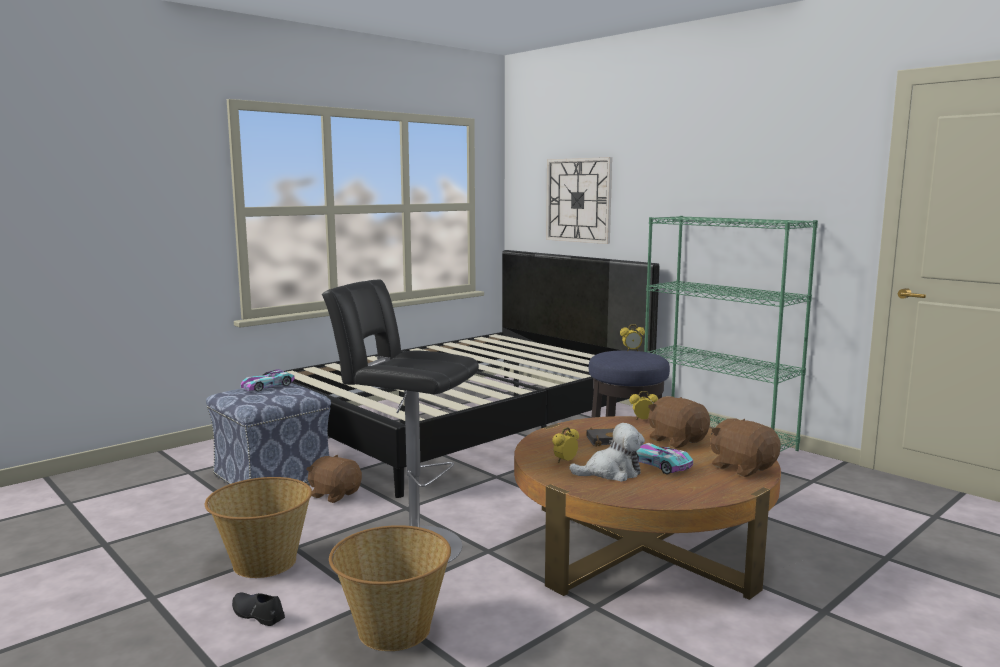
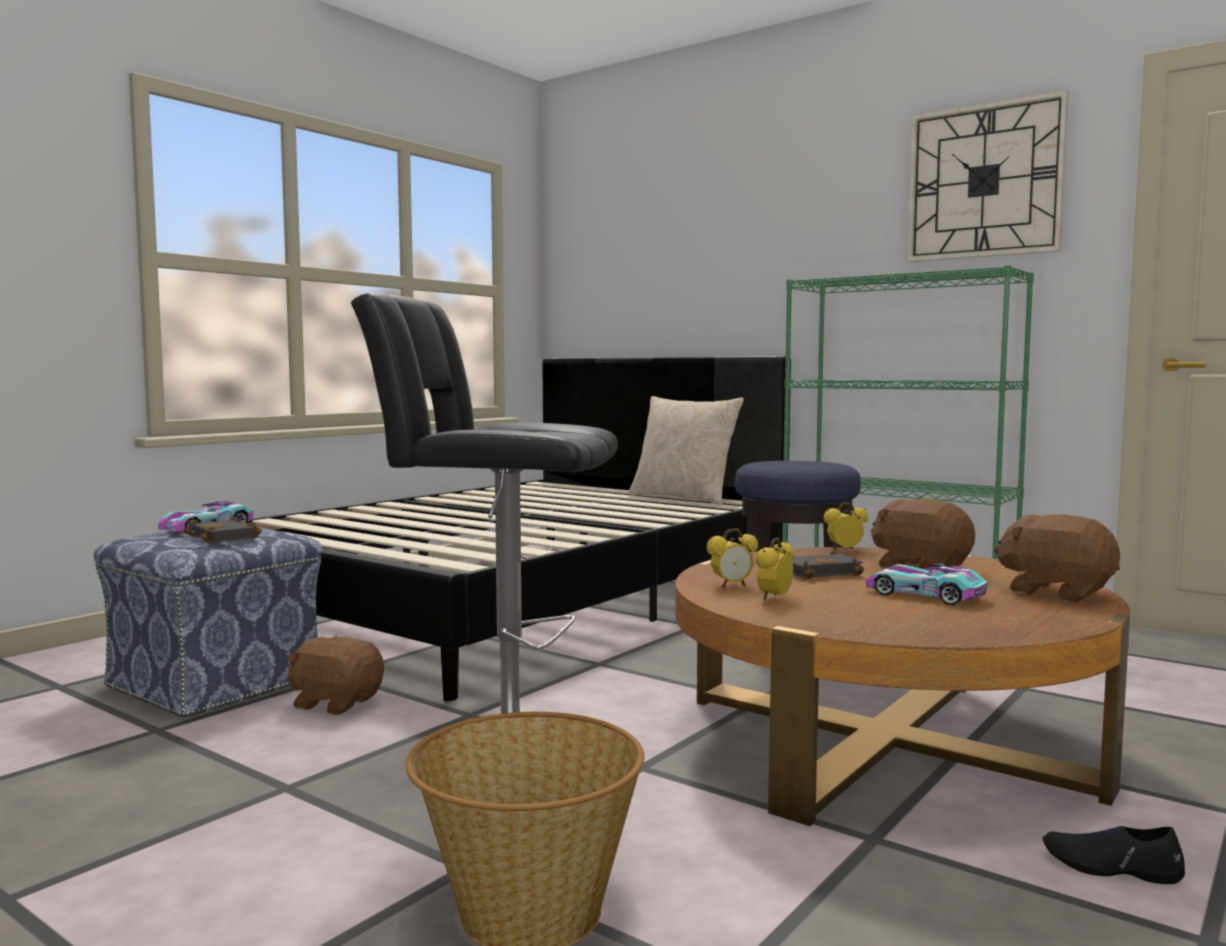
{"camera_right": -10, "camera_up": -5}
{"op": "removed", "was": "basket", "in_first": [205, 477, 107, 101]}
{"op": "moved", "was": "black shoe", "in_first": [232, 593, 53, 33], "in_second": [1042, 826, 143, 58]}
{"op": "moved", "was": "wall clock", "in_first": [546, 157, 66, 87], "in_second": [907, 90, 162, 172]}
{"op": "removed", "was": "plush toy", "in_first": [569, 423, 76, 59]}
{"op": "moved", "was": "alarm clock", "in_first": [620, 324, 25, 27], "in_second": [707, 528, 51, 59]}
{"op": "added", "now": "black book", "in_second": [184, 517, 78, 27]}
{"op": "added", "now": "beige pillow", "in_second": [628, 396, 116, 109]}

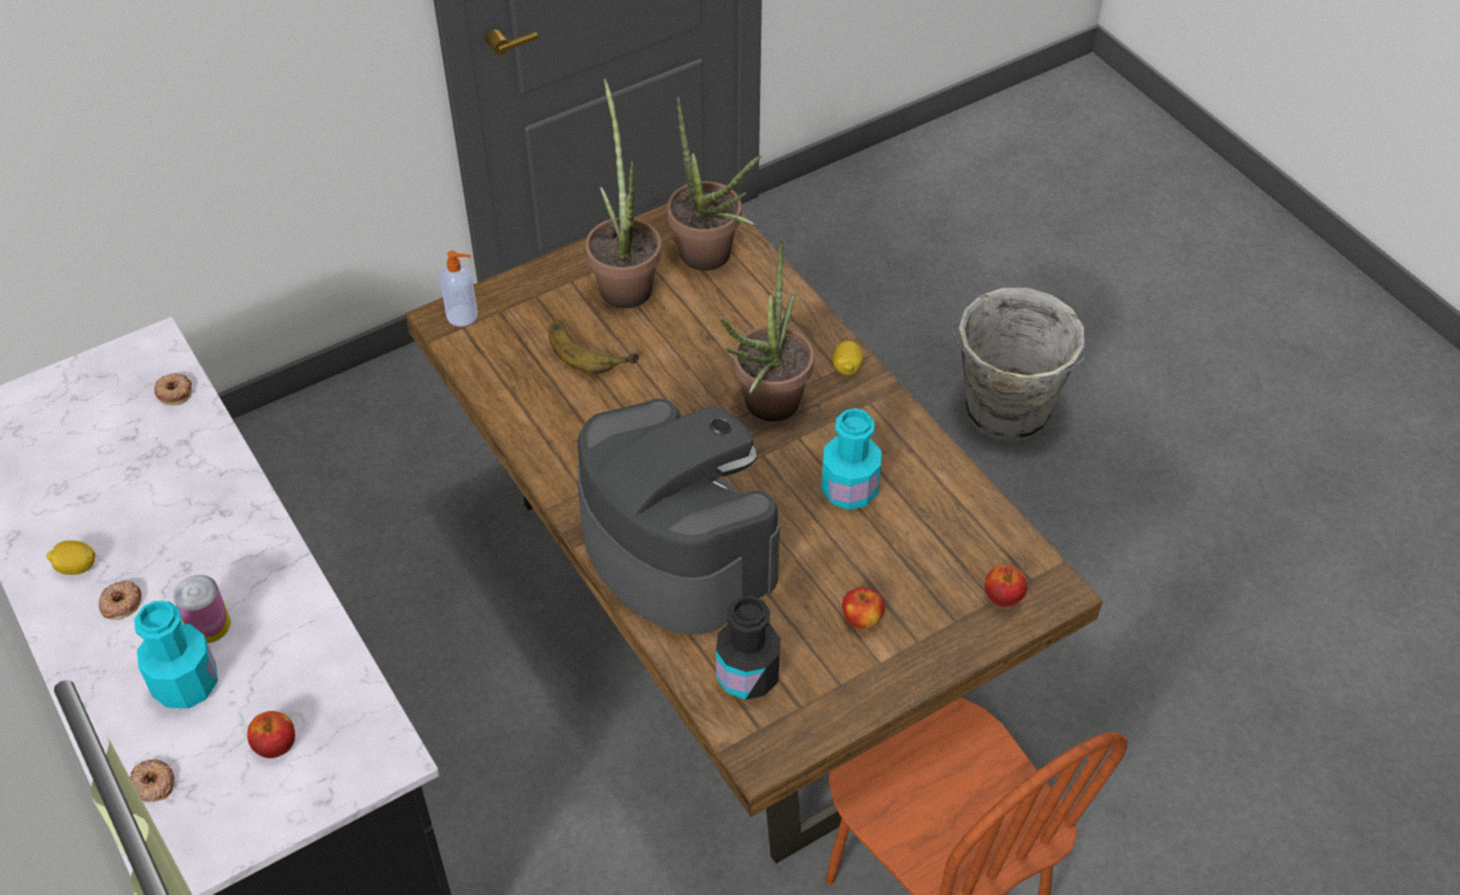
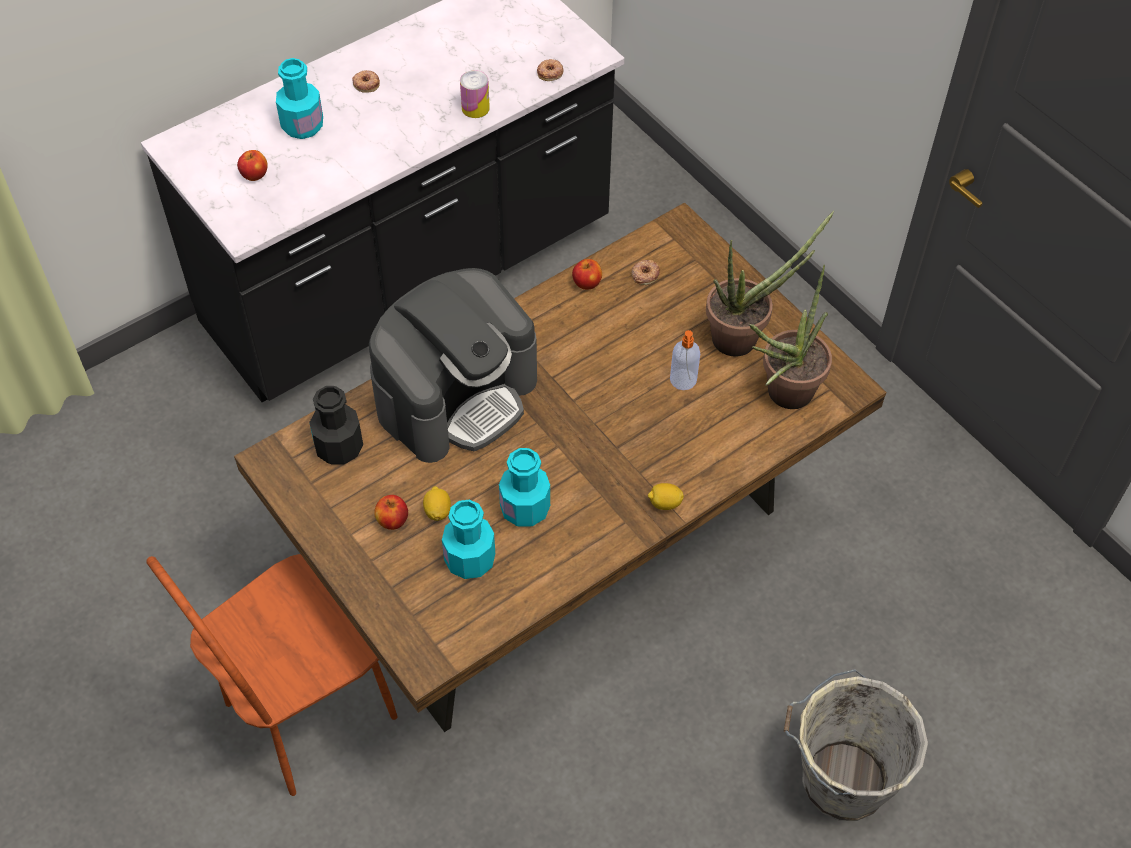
{"camera_right": 85, "camera_up": 5}
{"op": "moved", "was": "lemon", "in_first": [46, 541, 49, 34], "in_second": [423, 486, 28, 35]}
{"op": "moved", "was": "donut", "in_first": [130, 759, 45, 43], "in_second": [632, 260, 28, 25]}
{"op": "moved", "was": "can", "in_first": [173, 575, 58, 68], "in_second": [460, 70, 30, 48]}
{"op": "moved", "was": "soap dispenser", "in_first": [440, 251, 38, 76], "in_second": [670, 330, 30, 60]}
{"op": "removed", "was": "banana", "in_first": [549, 319, 90, 55]}
{"op": "removed", "was": "potted plant", "in_first": [720, 235, 94, 186]}
{"op": "moved", "was": "apple", "in_first": [985, 565, 42, 42], "in_second": [572, 259, 30, 31]}
{"op": "added", "now": "turquoise bottle", "in_second": [442, 500, 53, 79]}

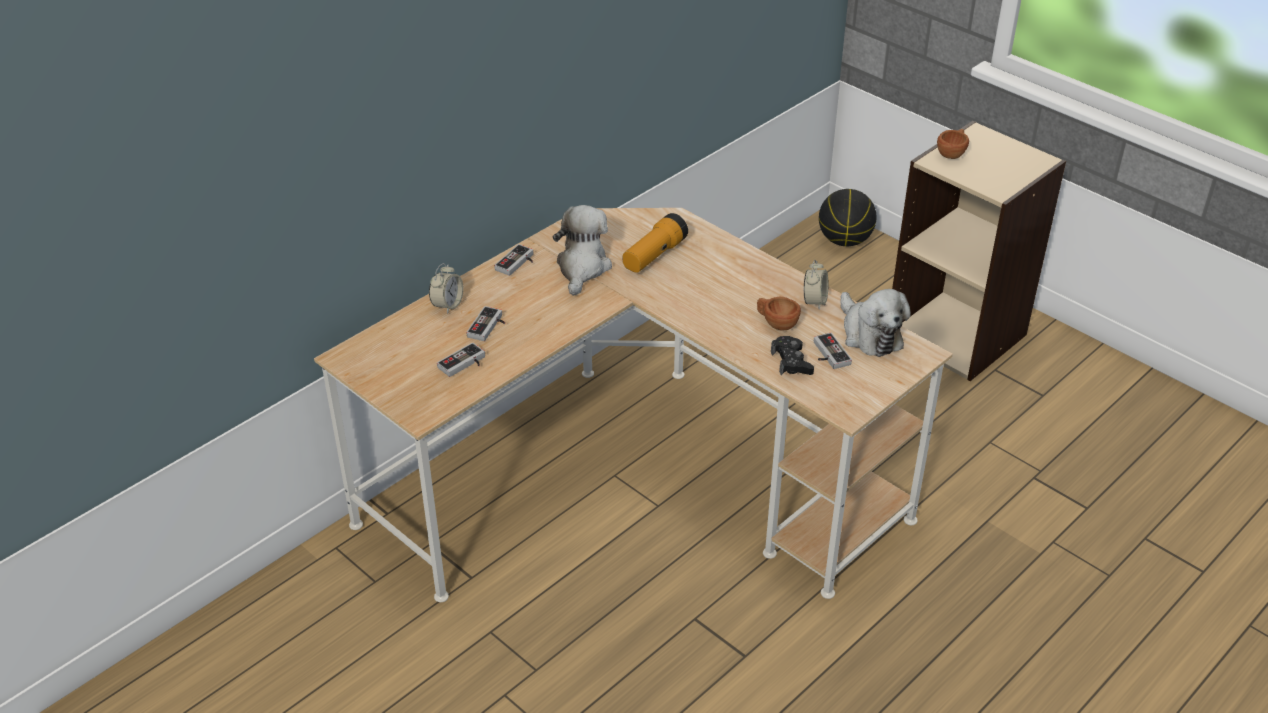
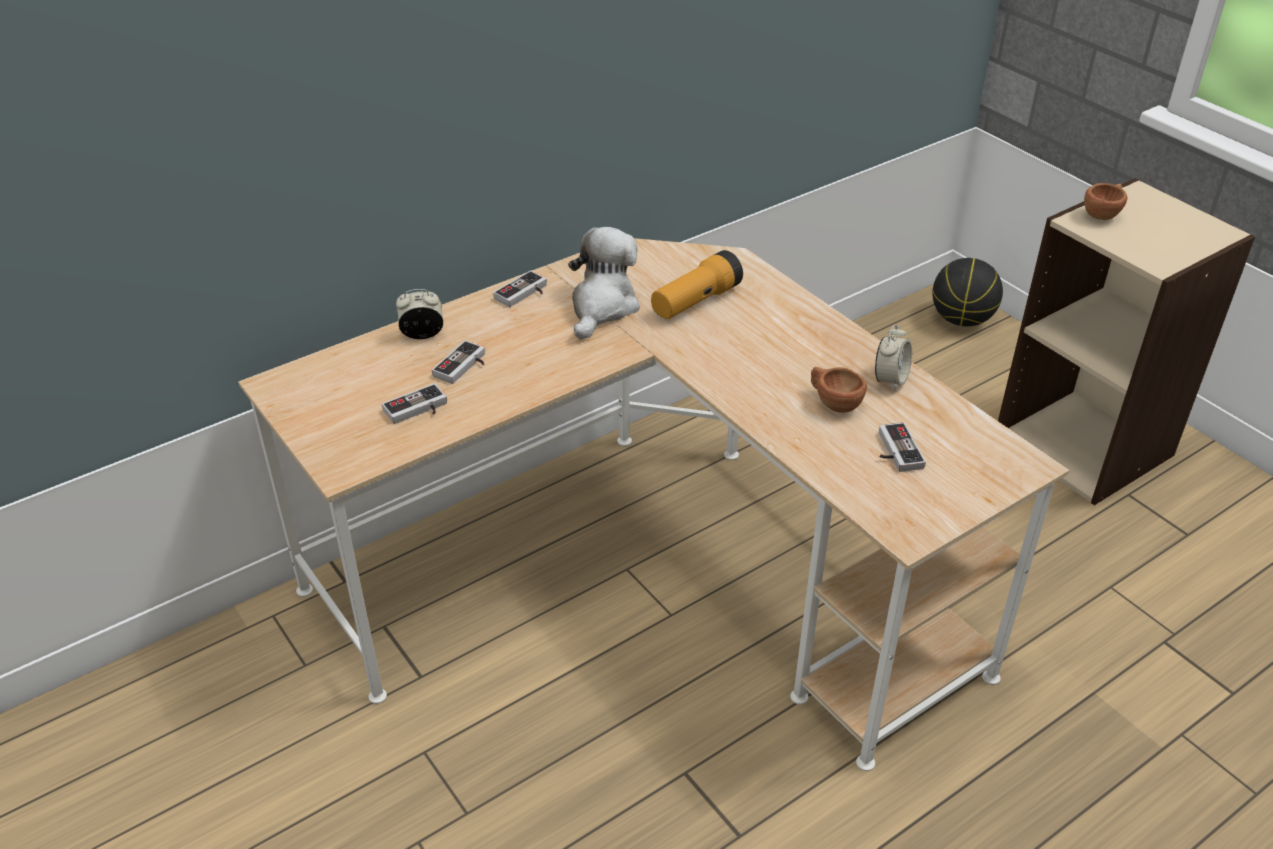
{"camera_right": 10, "camera_up": 0}
{"op": "turned", "was": "alarm clock", "in_first": [429, 263, 35, 51], "in_second": [396, 289, 47, 50], "clockwise": -135}
{"op": "removed", "was": "black game controller", "in_first": [771, 336, 43, 39]}
{"op": "removed", "was": "plush toy", "in_first": [840, 289, 71, 68]}

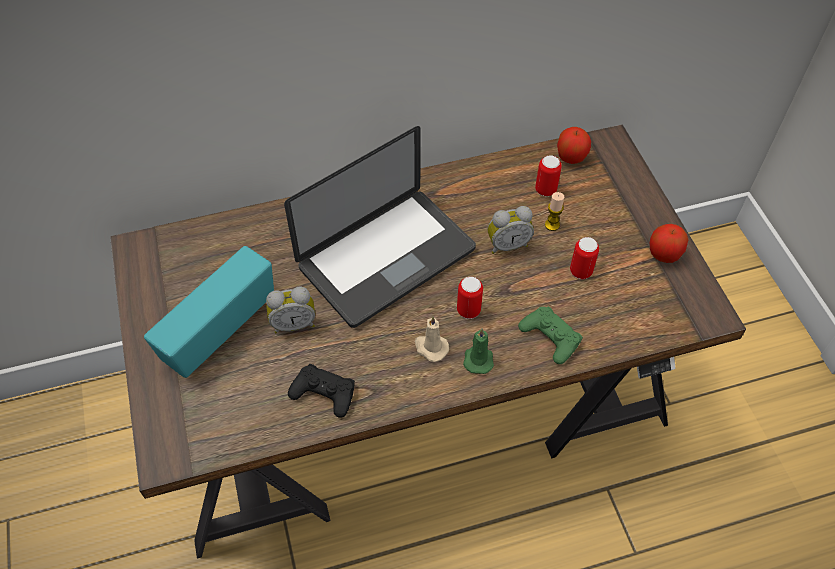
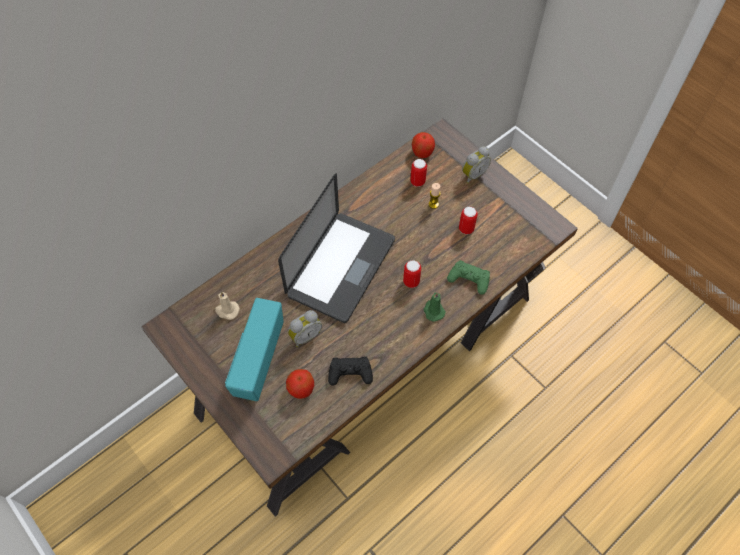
{"camera_right": -25, "camera_up": 5}
{"op": "moved", "was": "beige candle", "in_first": [415, 316, 34, 46], "in_second": [215, 291, 25, 29]}
{"op": "moved", "was": "alarm clock", "in_first": [488, 206, 46, 48], "in_second": [462, 146, 29, 38]}
{"op": "moved", "was": "apple", "in_first": [650, 224, 38, 39], "in_second": [286, 369, 28, 30]}

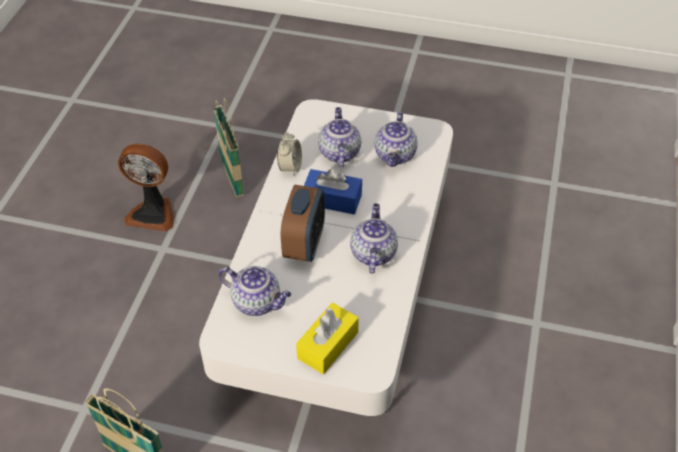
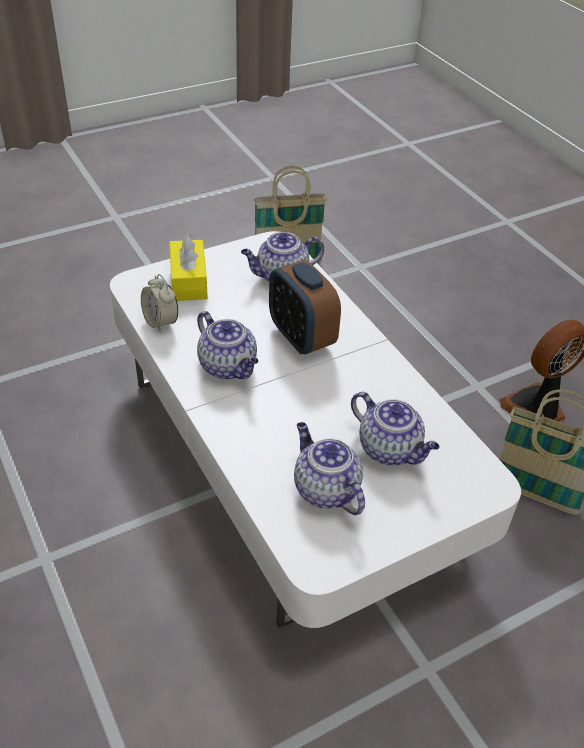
{"camera_right": 135, "camera_up": -5}
{"op": "moved", "was": "alarm clock", "in_first": [277, 132, 25, 43], "in_second": [141, 274, 37, 59]}
{"op": "removed", "was": "blue tissue box", "in_first": [304, 169, 58, 46]}

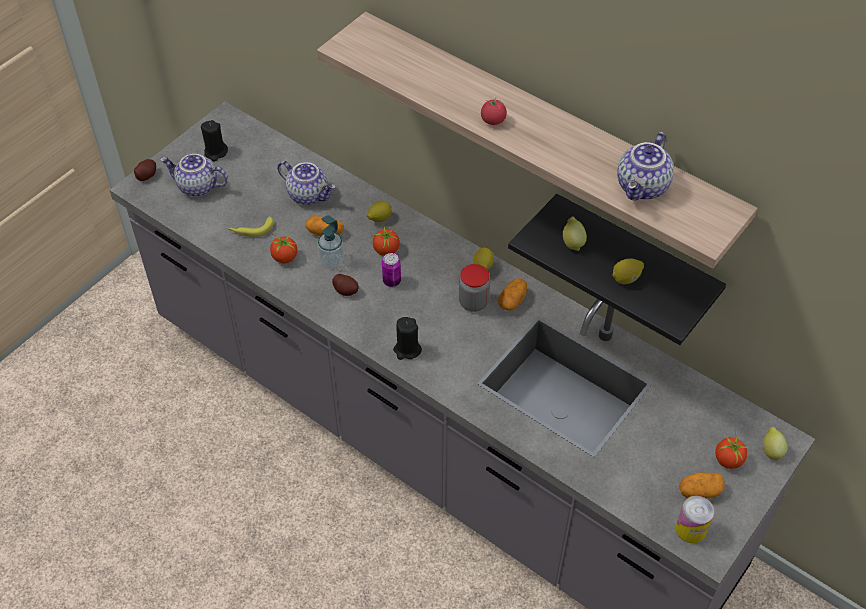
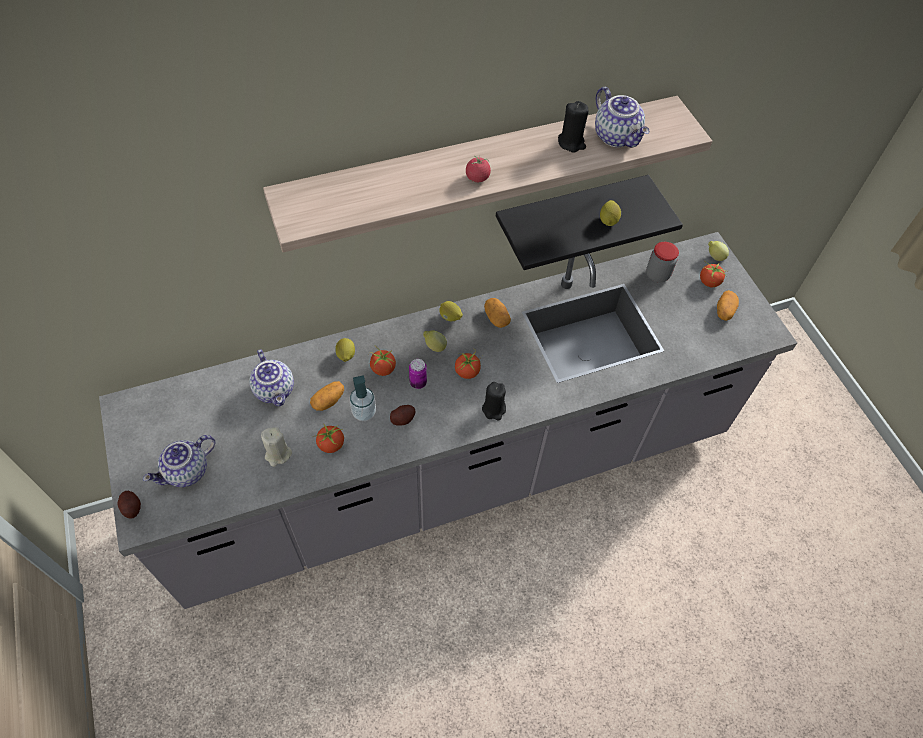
{"camera_right": -60, "camera_up": 5}
{"op": "moved", "was": "black candle", "in_first": [201, 120, 27, 42], "in_second": [558, 101, 31, 52]}
{"op": "replaced", "was": "banana", "now": "beige candle", "in_first": [228, 217, 46, 20], "in_second": [261, 427, 31, 40]}
{"op": "turned", "was": "teapot", "in_first": [277, 161, 58, 44], "in_second": [249, 349, 45, 58], "clockwise": 90}
{"op": "moved", "was": "jar", "in_first": [459, 264, 31, 48], "in_second": [646, 242, 33, 40]}
{"op": "moved", "was": "lemon", "in_first": [563, 216, 24, 35], "in_second": [423, 331, 24, 21]}
{"op": "removed", "was": "can", "in_first": [676, 496, 38, 47]}
{"op": "added", "now": "tomato", "in_second": [455, 353, 27, 26]}

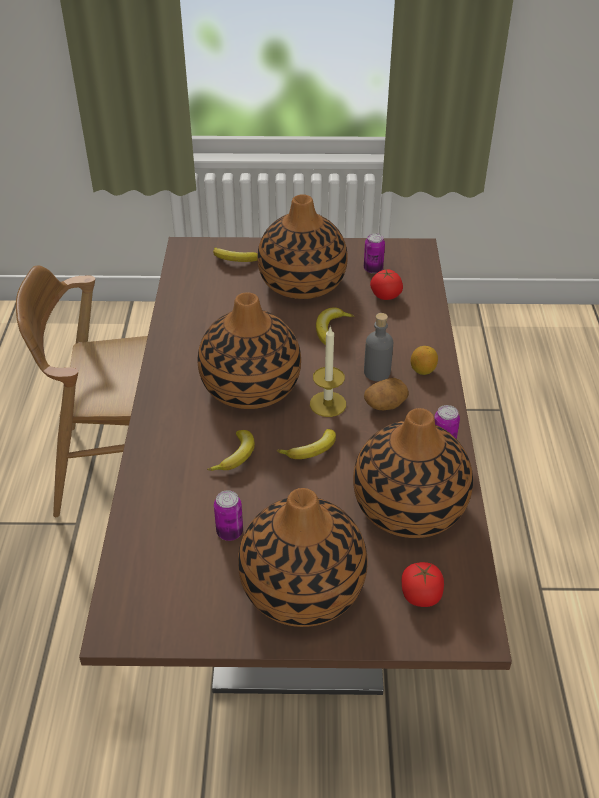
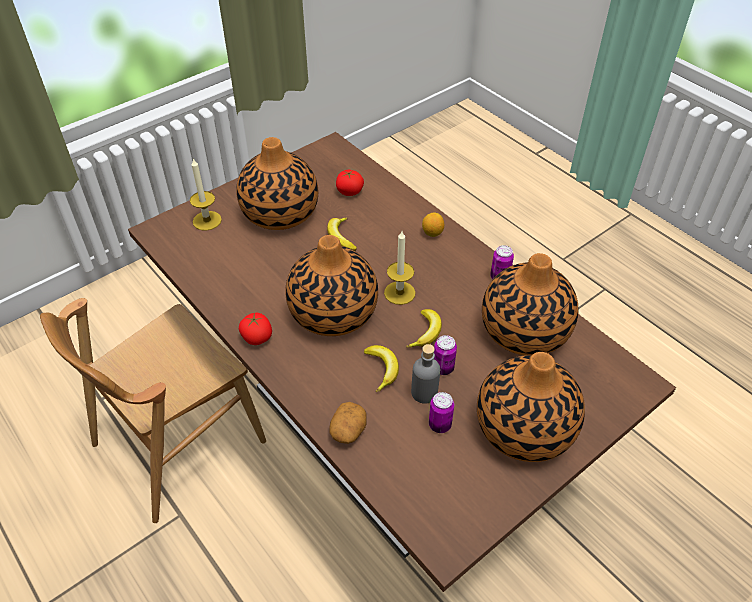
{"camera_right": -40, "camera_up": 5}
{"op": "replaced", "was": "banana", "now": "candle", "in_first": [213, 247, 45, 15], "in_second": [190, 158, 32, 73]}
{"op": "moved", "was": "can", "in_first": [364, 233, 21, 41], "in_second": [434, 335, 23, 40]}
{"op": "moved", "was": "grey bottle", "in_first": [364, 313, 29, 68], "in_second": [411, 344, 29, 60]}
{"op": "moved", "was": "potato", "in_first": [364, 378, 45, 32], "in_second": [329, 402, 37, 42]}
{"op": "moved", "was": "tomato", "in_first": [402, 562, 42, 45], "in_second": [239, 312, 33, 33]}

